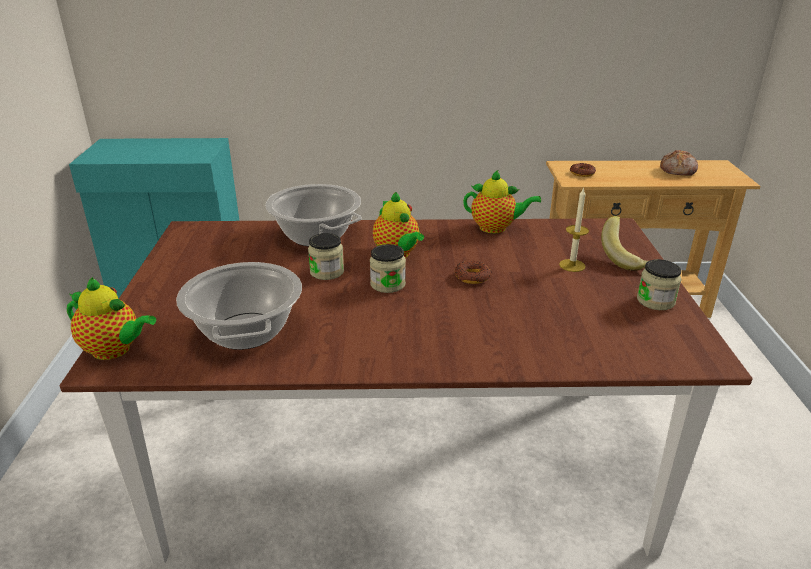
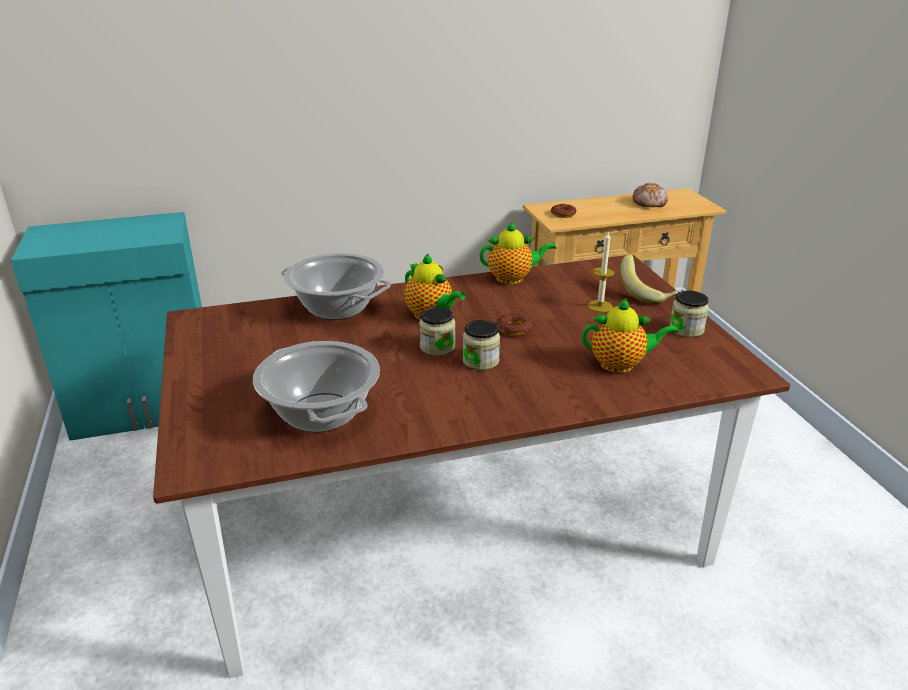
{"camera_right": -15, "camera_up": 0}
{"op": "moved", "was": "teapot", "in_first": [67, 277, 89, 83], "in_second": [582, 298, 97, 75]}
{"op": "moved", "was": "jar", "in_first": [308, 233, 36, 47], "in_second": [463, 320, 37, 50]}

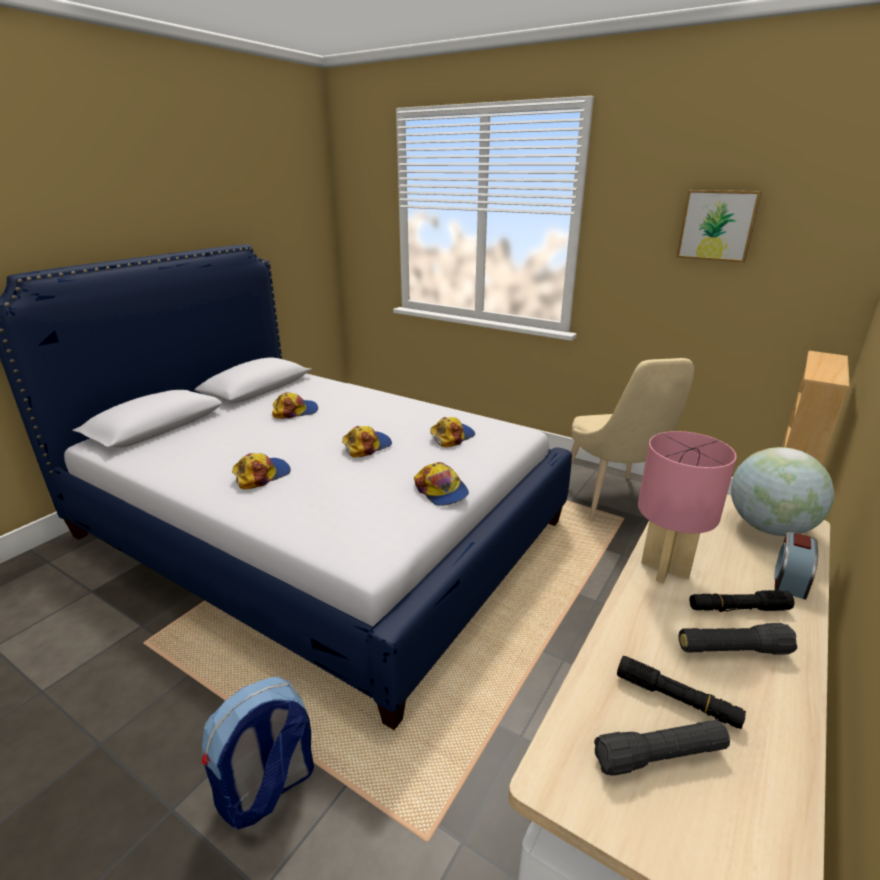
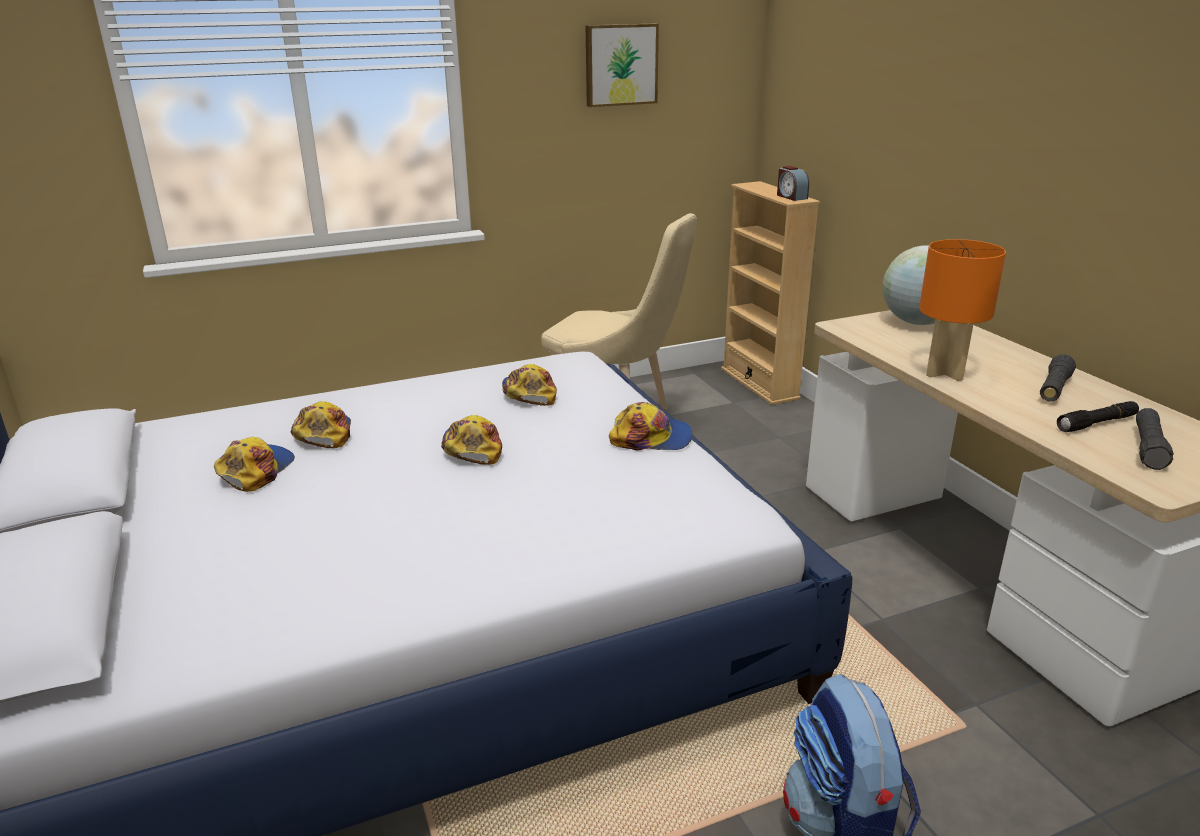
{"camera_right": -55, "camera_up": 0}
{"op": "moved", "was": "cap", "in_first": [232, 453, 59, 36], "in_second": [291, 401, 60, 47]}
{"op": "recoloured", "was": "pink table lamp", "now": "orange table lamp", "in_first": [638, 431, 99, 152], "in_second": [919, 239, 87, 142]}
{"op": "removed", "was": "black flashlight", "in_first": [690, 590, 104, 22]}
{"op": "moved", "was": "alarm clock", "in_first": [774, 532, 44, 68], "in_second": [777, 166, 32, 35]}

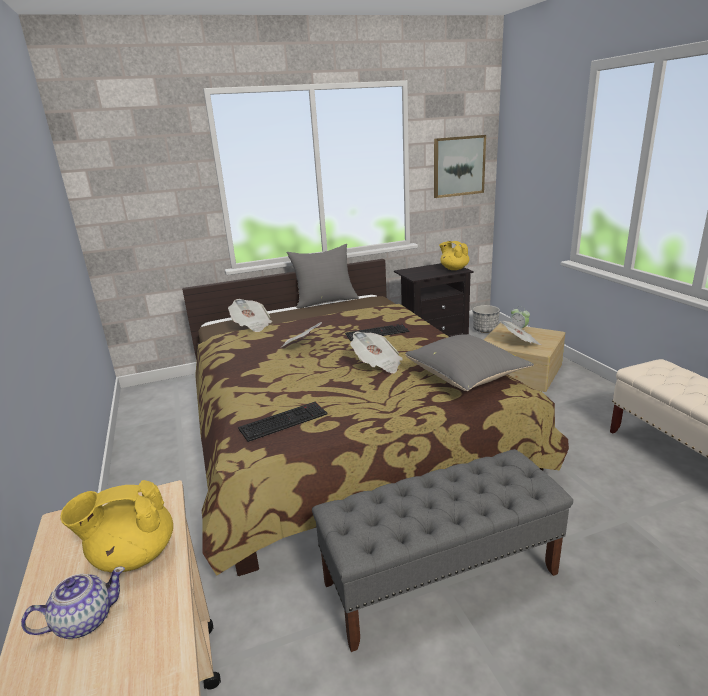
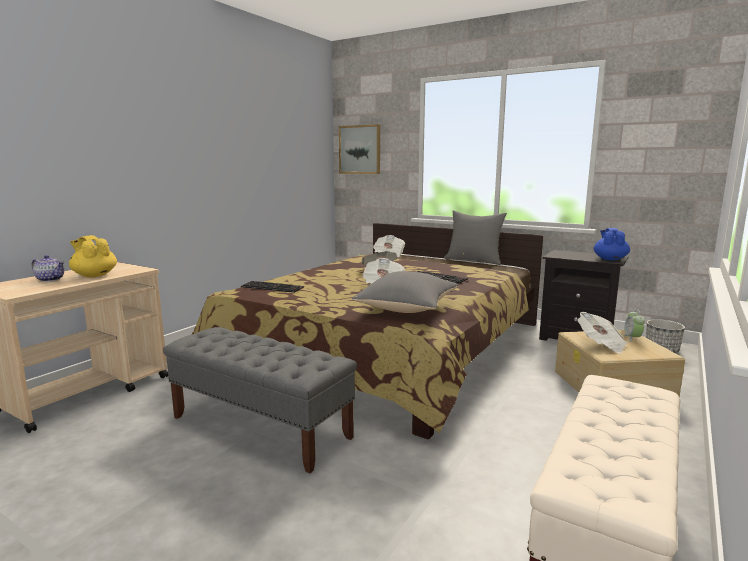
{"camera_right": 50, "camera_up": -10}
{"op": "moved", "was": "picture", "in_first": [434, 135, 52, 63], "in_second": [339, 124, 41, 50]}
{"op": "recoloured", "was": "yellow teapot", "now": "blue teapot", "in_first": [439, 241, 30, 29], "in_second": [594, 228, 36, 33]}

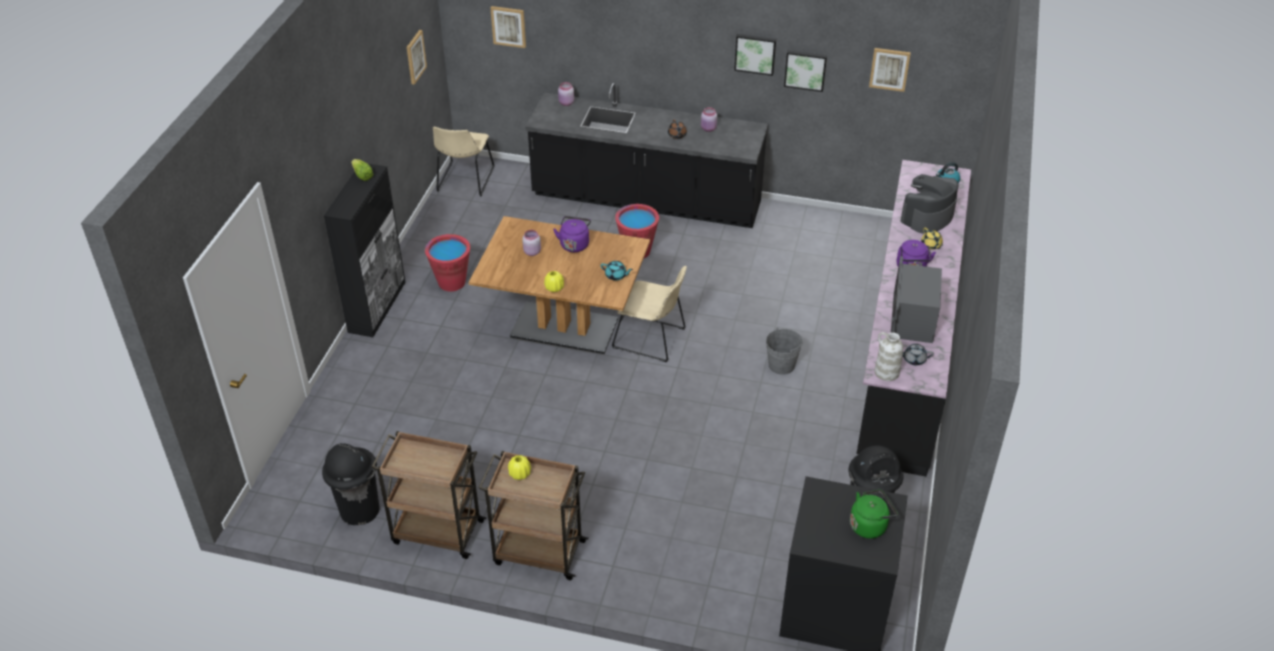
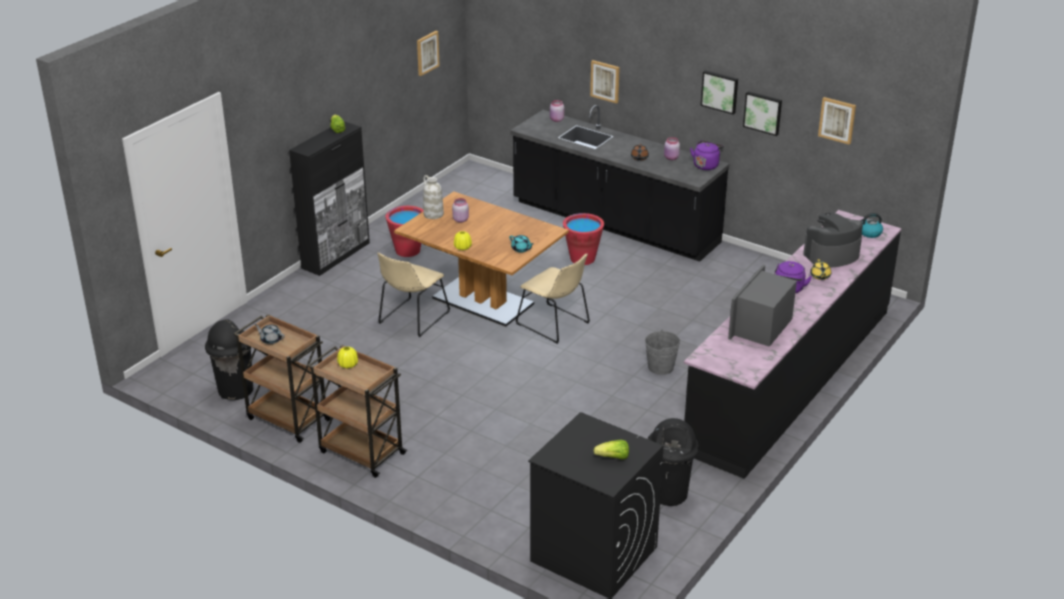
{"camera_right": 20, "camera_up": -10}
{"op": "moved", "was": "beige chair", "in_first": [433, 127, 62, 69], "in_second": [377, 253, 73, 84]}
{"op": "moved", "was": "picture", "in_first": [491, 6, 35, 42], "in_second": [590, 60, 30, 43]}
{"op": "moved", "was": "purple kettle", "in_first": [553, 216, 38, 36], "in_second": [690, 140, 34, 30]}
{"op": "replaced", "was": "green kettle", "now": "lettuce", "in_first": [850, 489, 48, 50], "in_second": [593, 440, 36, 20]}
{"op": "moved", "was": "white vase", "in_first": [875, 332, 28, 49], "in_second": [423, 175, 21, 44]}
{"op": "moved", "was": "grey teapot", "in_first": [902, 344, 32, 21], "in_second": [255, 324, 29, 20]}

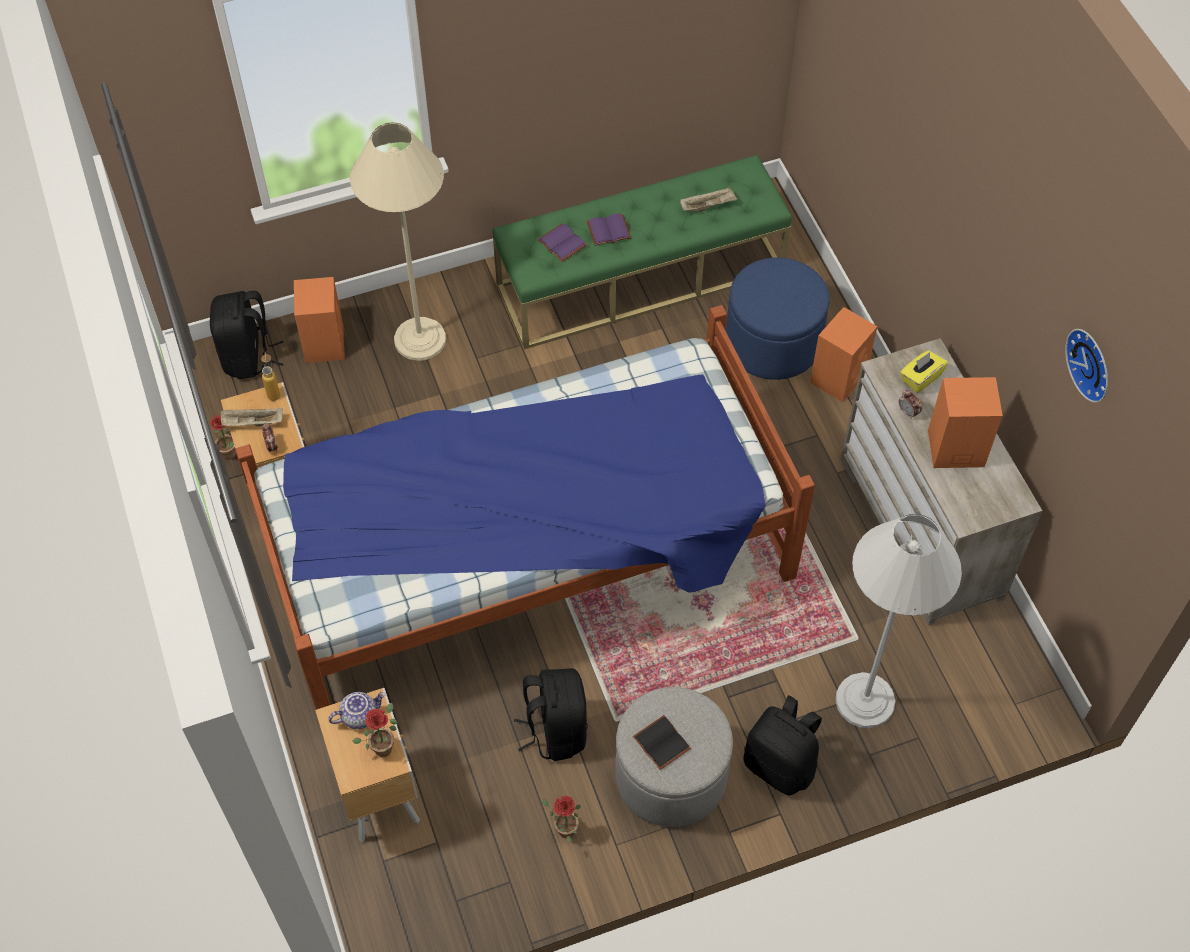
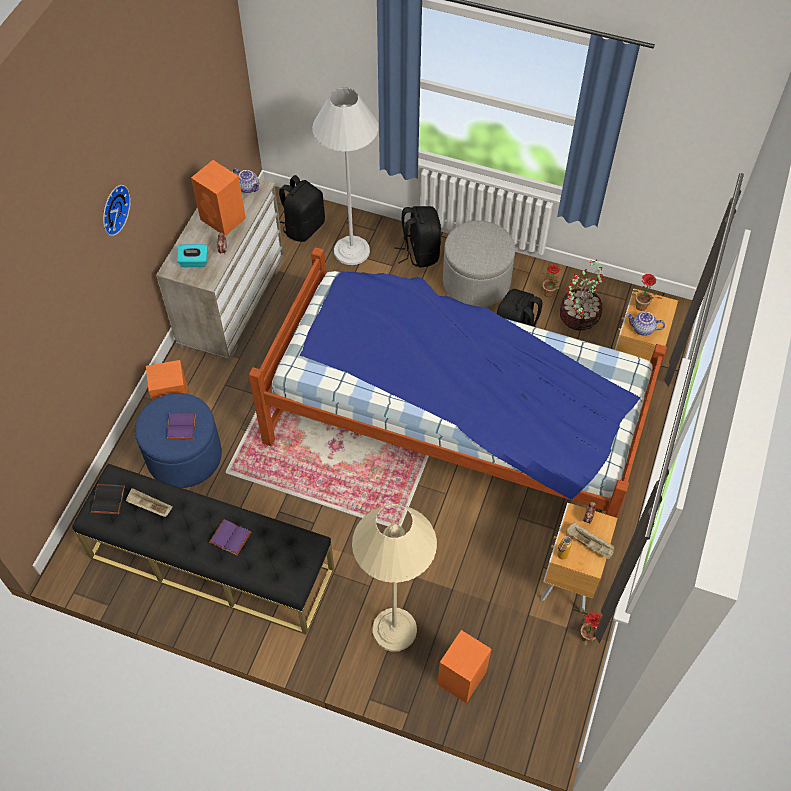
{"camera_right": -140, "camera_up": 0}
{"op": "moved", "was": "black backpack", "in_first": [210, 291, 74, 88], "in_second": [279, 175, 46, 67]}
{"op": "recoloured", "was": "green bench", "now": "black bench", "in_first": [493, 155, 299, 194], "in_second": [72, 464, 262, 171]}
{"op": "moved", "was": "purple book", "in_first": [538, 223, 49, 39], "in_second": [167, 413, 29, 26]}
{"op": "moved", "was": "black book", "in_first": [633, 715, 58, 55], "in_second": [91, 484, 34, 30]}
{"op": "recoloured", "was": "yellow tissue box", "now": "turquoise tissue box", "in_first": [900, 351, 48, 42], "in_second": [177, 244, 31, 23]}
{"op": "moved", "was": "wall clock", "in_first": [1065, 329, 43, 74], "in_second": [103, 185, 28, 51]}
{"op": "added", "now": "teapot", "in_second": [233, 168, 27, 25]}
{"op": "added", "now": "potted plant", "in_second": [560, 259, 45, 72]}

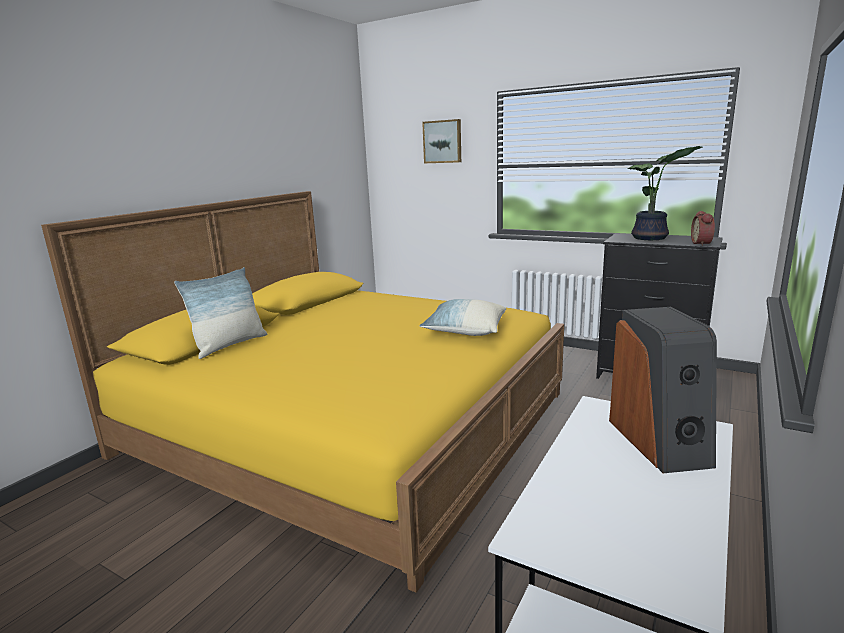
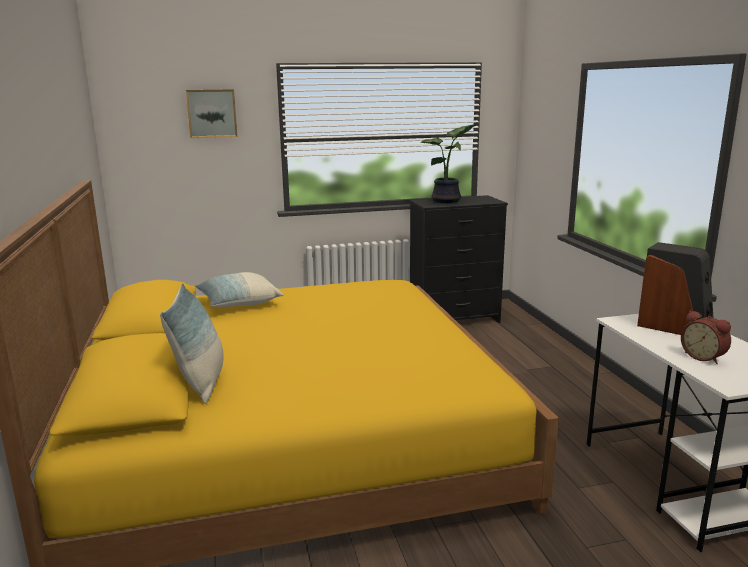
{"camera_right": -45, "camera_up": 0}
{"op": "moved", "was": "pillow", "in_first": [420, 299, 86, 37], "in_second": [195, 272, 88, 35]}
{"op": "moved", "was": "alarm clock", "in_first": [691, 211, 24, 35], "in_second": [681, 311, 50, 53]}

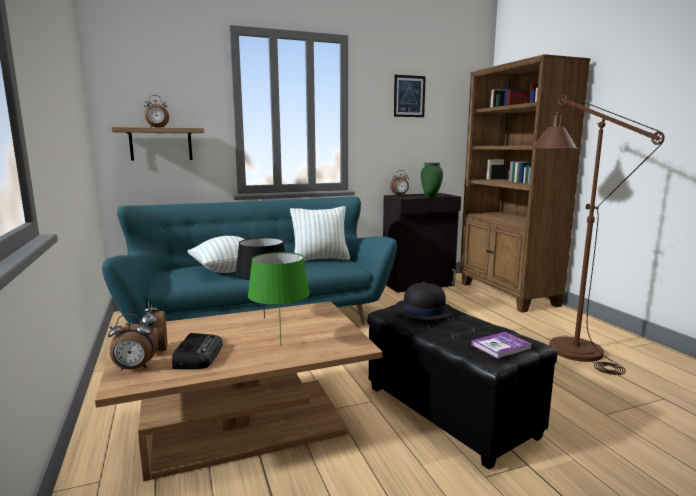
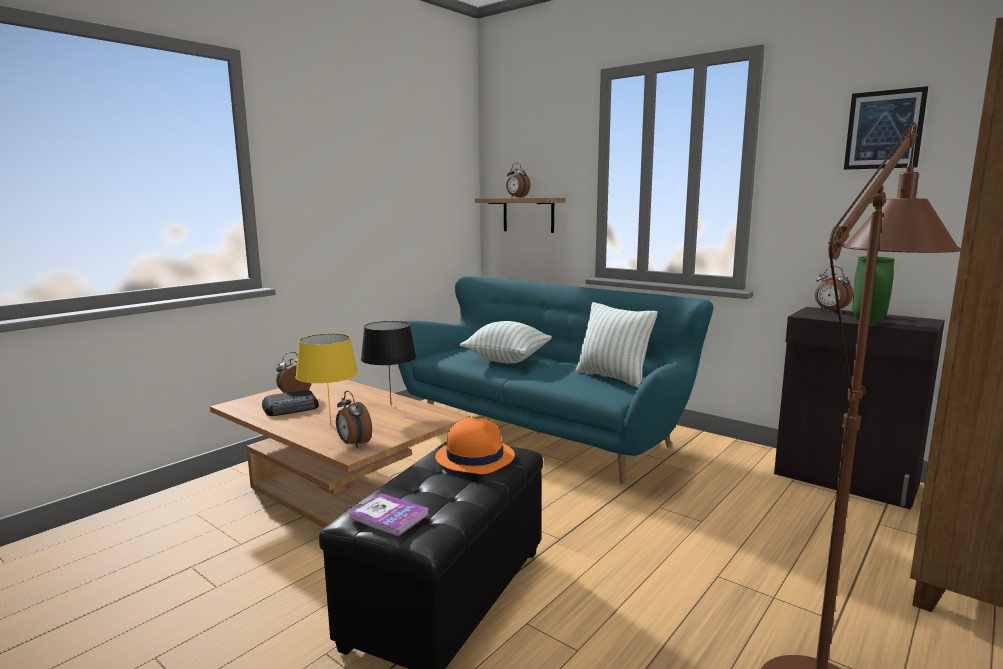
{"camera_right": 60, "camera_up": 0}
{"op": "moved", "was": "alarm clock", "in_first": [108, 314, 50, 56], "in_second": [336, 391, 36, 57]}
{"op": "recoloured", "was": "green table lamp", "now": "yellow table lamp", "in_first": [248, 252, 62, 94], "in_second": [296, 333, 62, 93]}
{"op": "recoloured", "was": "black hat", "now": "orange hat", "in_first": [395, 281, 59, 39], "in_second": [435, 417, 80, 57]}

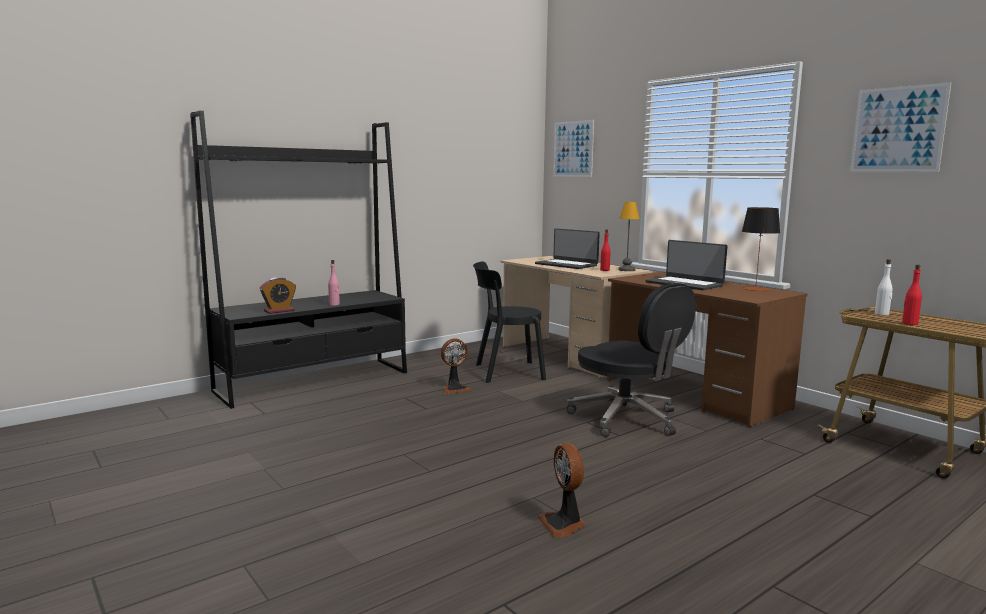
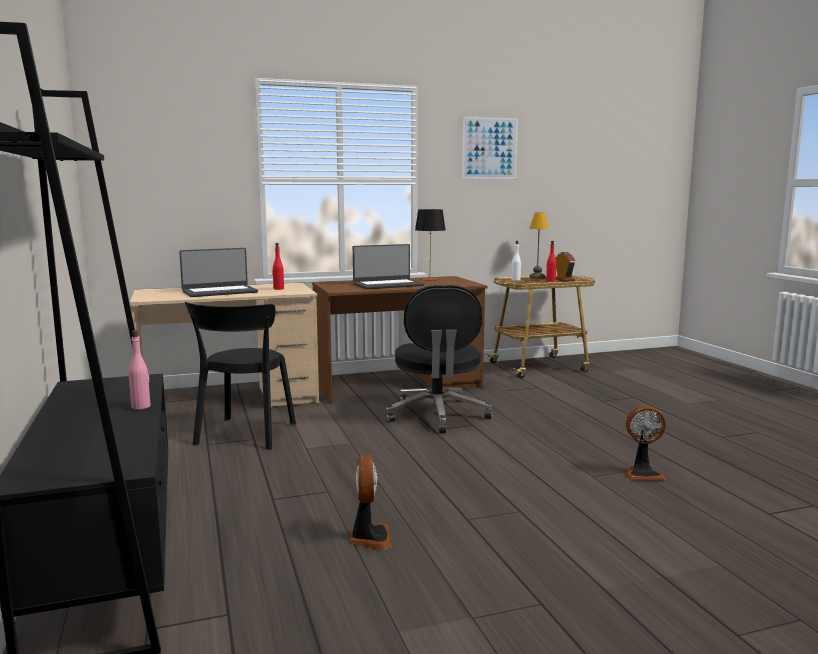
{"camera_right": -70, "camera_up": 0}
{"op": "moved", "was": "alarm clock", "in_first": [260, 277, 36, 37], "in_second": [555, 252, 20, 30]}
{"op": "moved", "was": "fan", "in_first": [441, 338, 31, 56], "in_second": [349, 455, 43, 95]}
{"op": "removed", "was": "picture", "in_first": [553, 120, 41, 57]}
{"op": "turned", "was": "black office chair", "in_first": [567, 283, 129, 154], "in_second": [385, 285, 107, 148], "clockwise": 105}
{"op": "moved", "was": "table lamp", "in_first": [618, 202, 21, 69], "in_second": [529, 213, 20, 65]}

